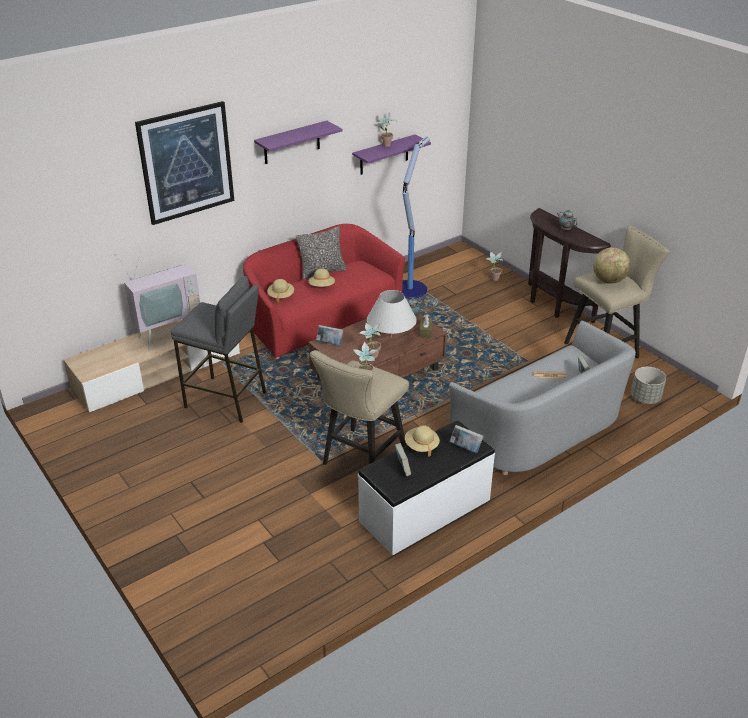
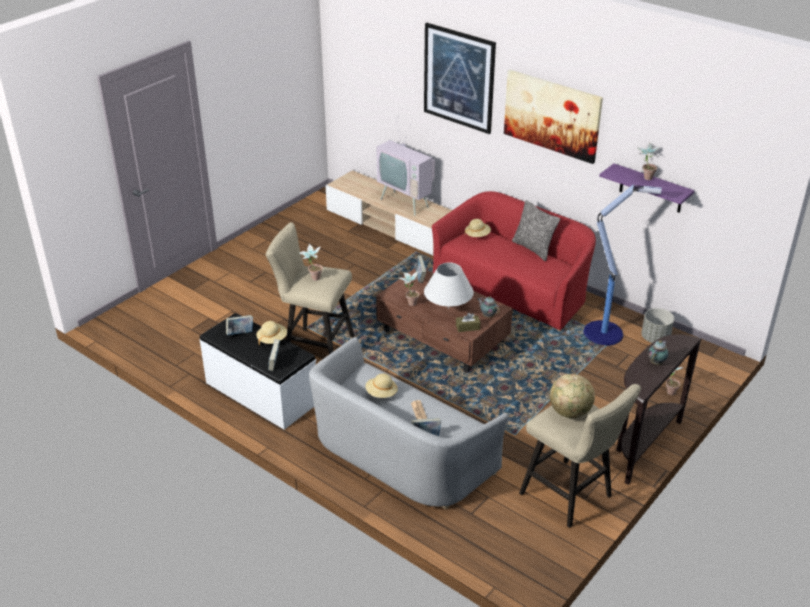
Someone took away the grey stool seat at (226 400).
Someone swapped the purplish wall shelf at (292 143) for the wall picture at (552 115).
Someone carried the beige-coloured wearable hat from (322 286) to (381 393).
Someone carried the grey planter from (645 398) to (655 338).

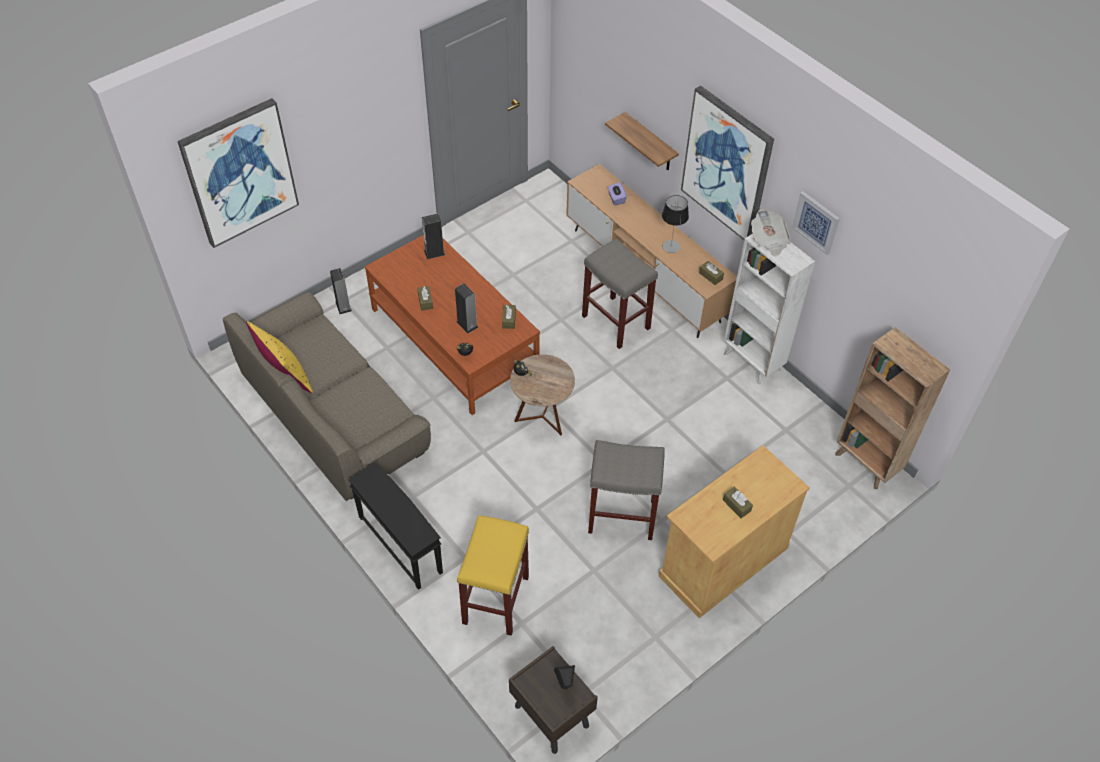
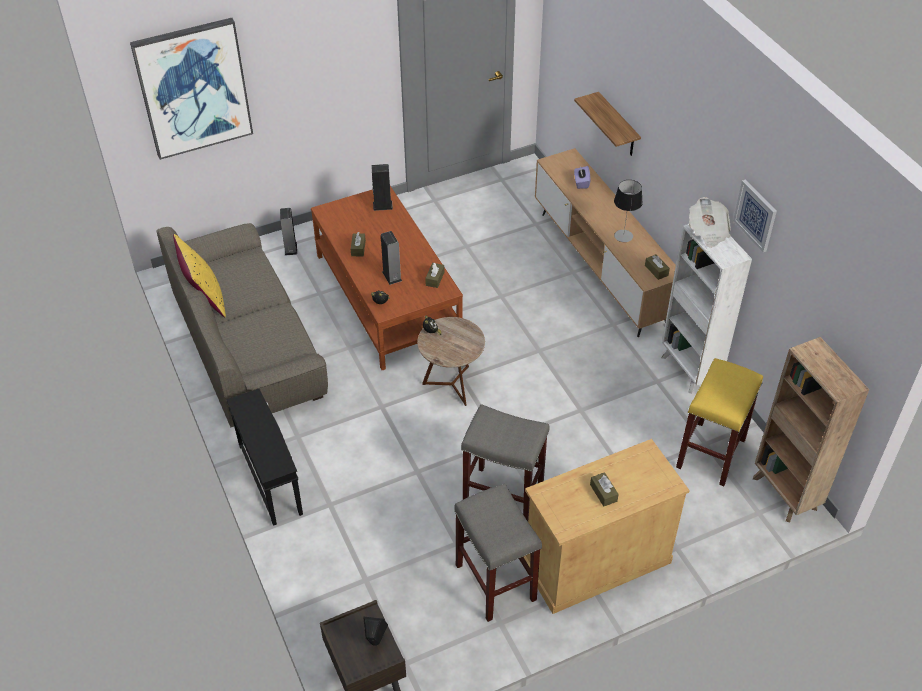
Someone carried the yellow-coloured stool seat from (496 601) to (711 454).
Someone carried the grey stool seat from (617 322) to (496 583).
Someone took away the wall picture at (727 164).

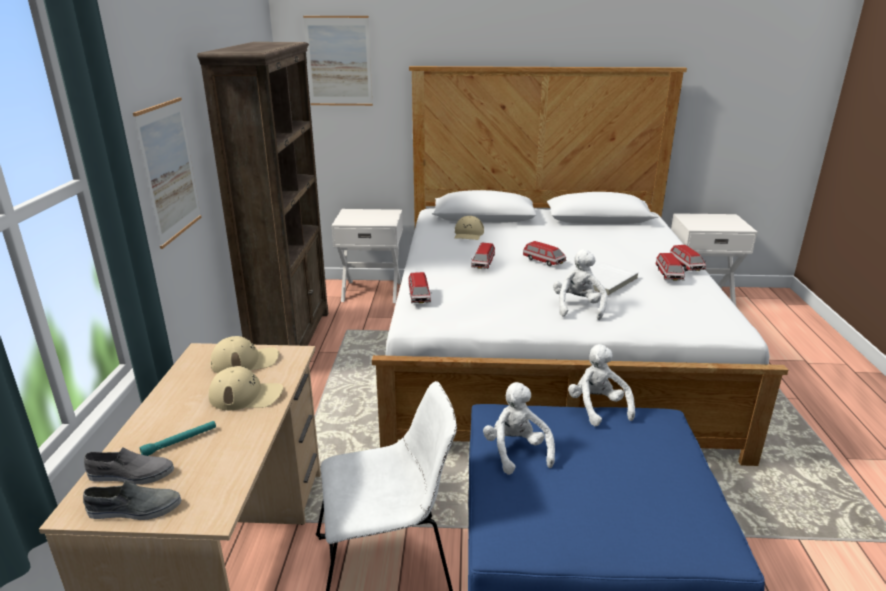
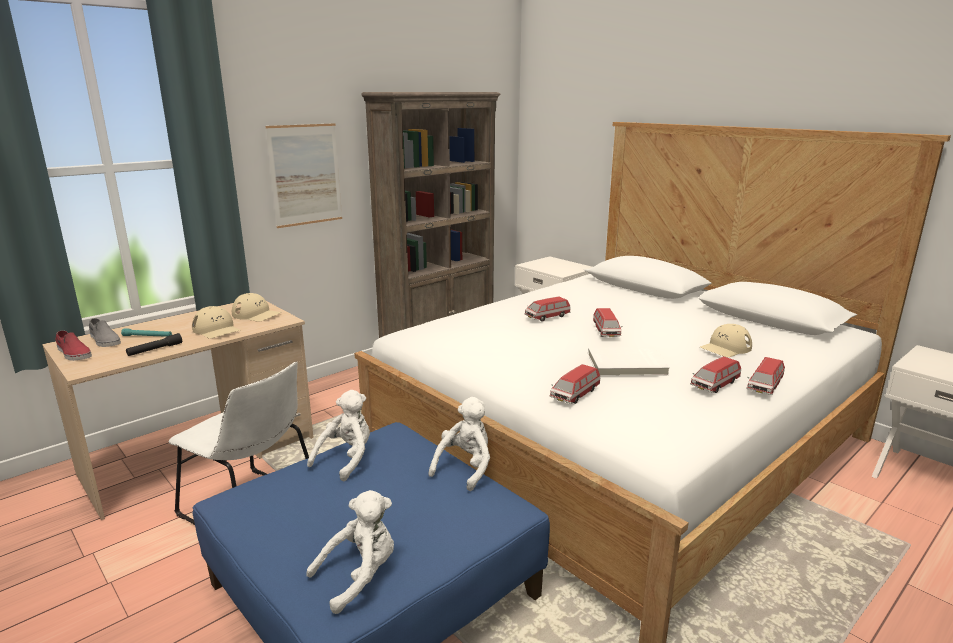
Someone repainted the grey shoe at (134 509), which became the red shoe at (73 353).
Someone took away the wall picture at (338 61).
Someone carried the miniature car from (419 296) to (575 394).
Someone carried the beige-coloured peaked cap from (468 234) to (725 348).
Someone carried the whitish plush toy from (578 307) to (359 576).
Someone put down the blackish hand torch at (155 350).

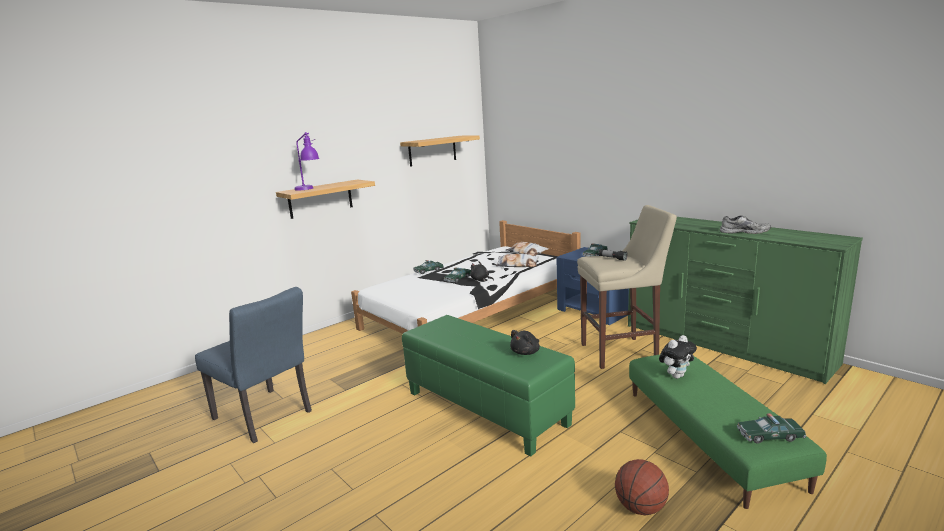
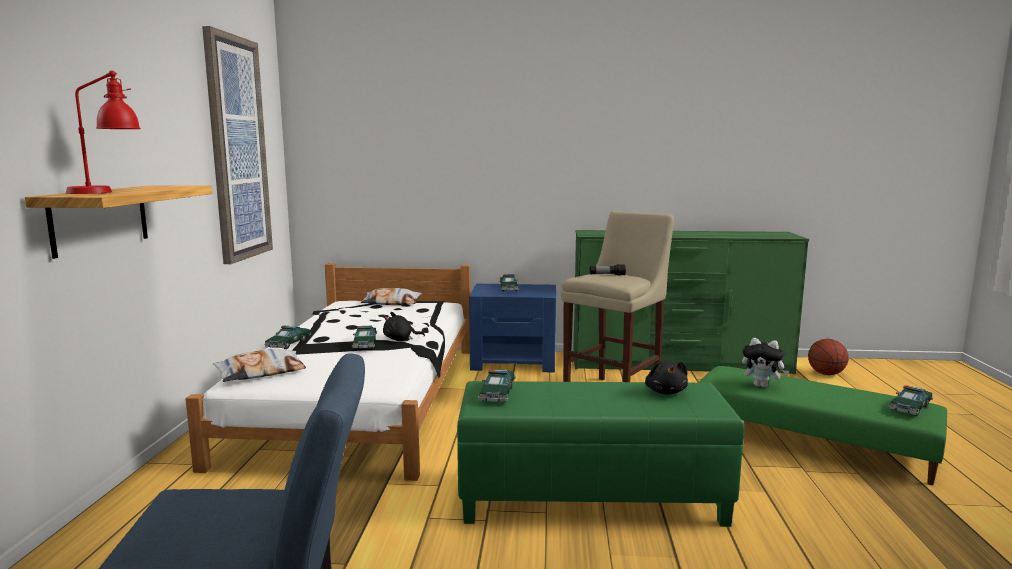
Someone repainted the purplish table lamp at (309 189), which became the red table lamp at (108 192).
Someone swapped the wall shelf at (432 151) for the wall picture at (237 149).
Someone carried the throw pillow from (517 265) to (261 372).
Someone carried the ball for basketball from (640 508) to (826 374).
Someone rotated the plush toy at (676 376) by 105 degrees clockwise.
Someone took away the grey shoe at (744 232).
Someone put down the miniature car at (497 393).

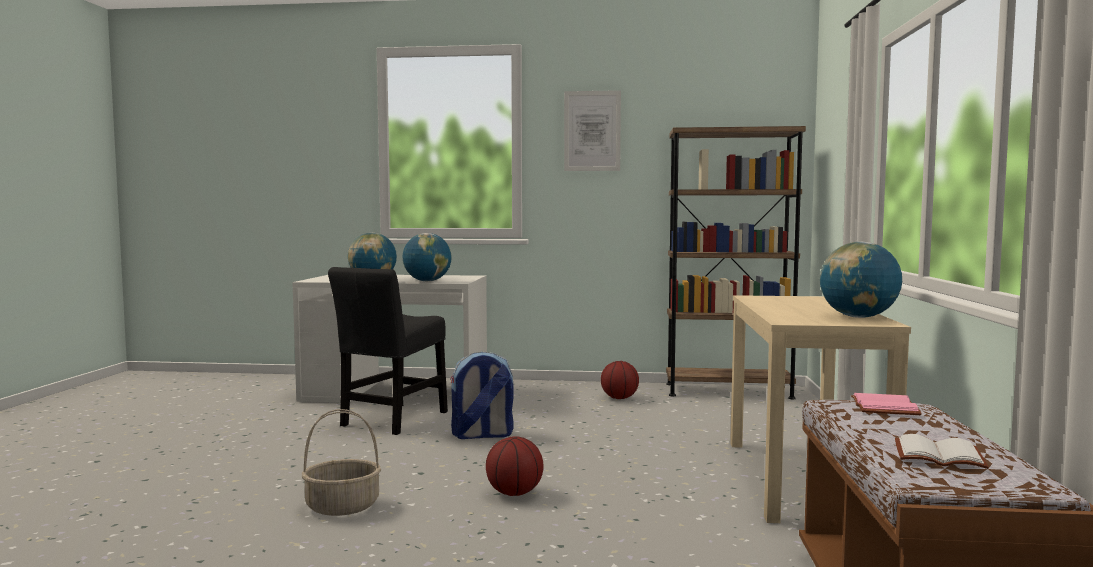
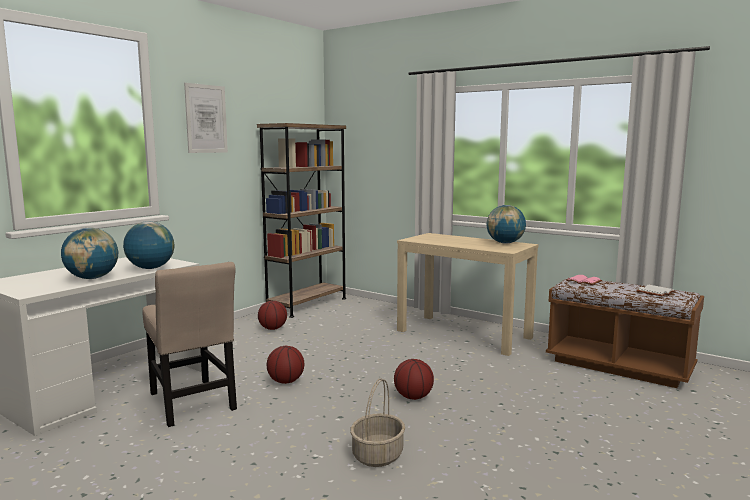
Someone repainted the blackish upright chair at (392 420), which became the beige-coloured upright chair at (192 404).
Someone swapped the rucksack at (482 435) for the ball for basketball at (286 382).

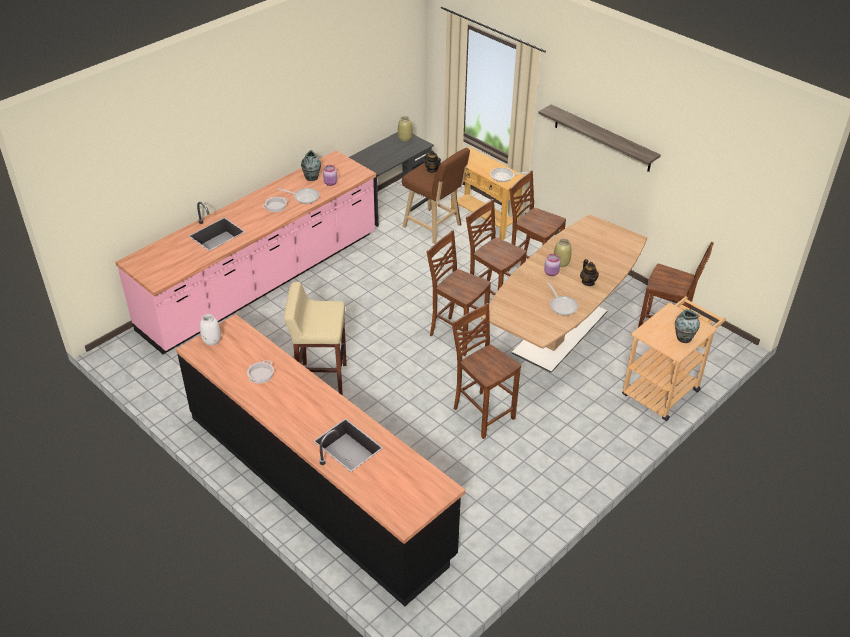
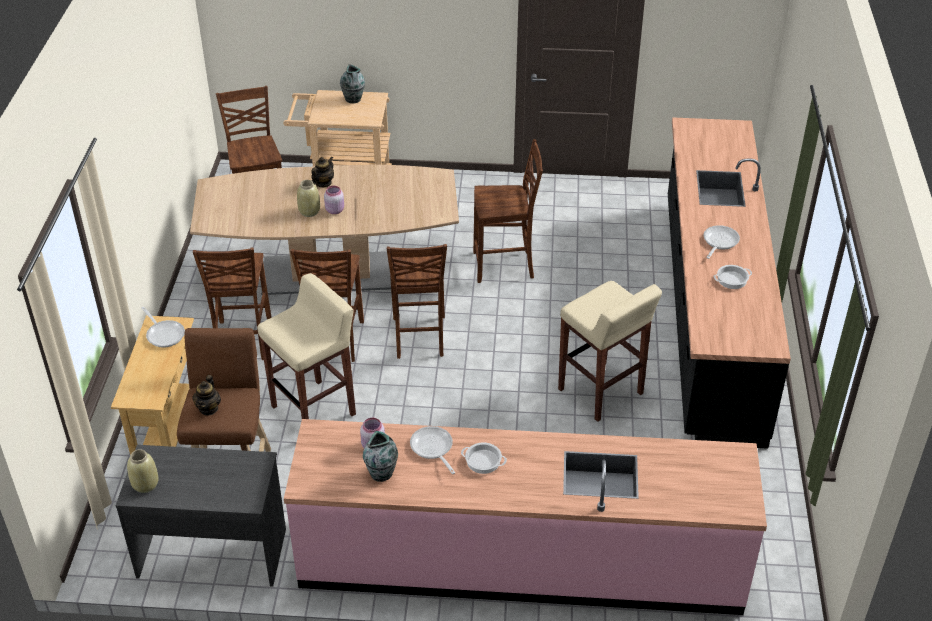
Someone took away the whitish vase at (212 340).
Someone rotated the brown-coloured upright chair at (482 413) by 105 degrees counterclockwise.
Someone took away the wall shelf at (602 138).
Someone carried the frying pan from (562 305) to (719 242).
Someone put down the beige-coloured stool seat at (315 410).

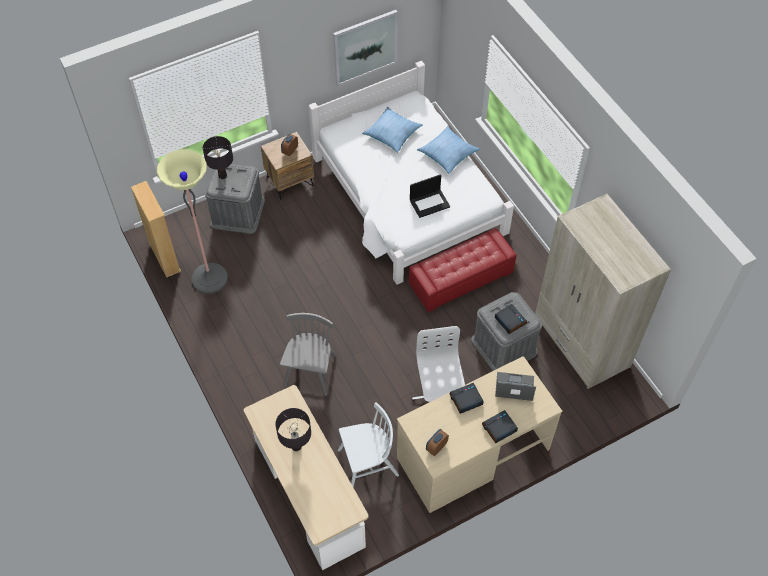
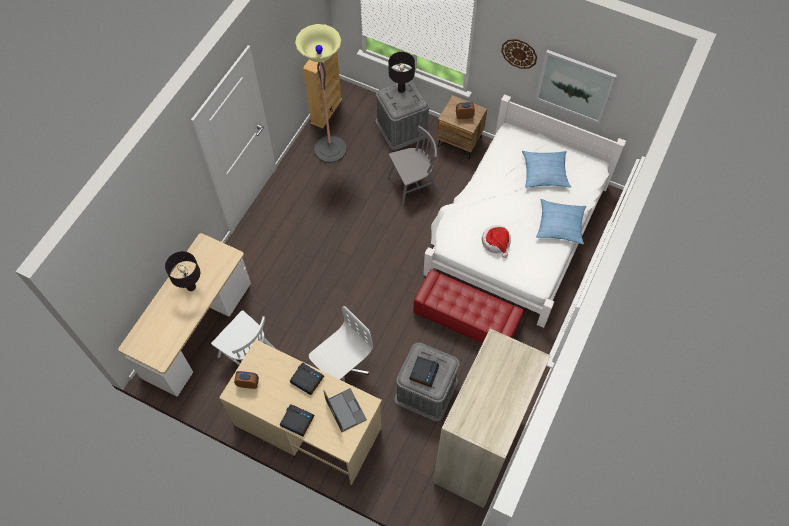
Someone carried the grey upright chair from (310 371) to (413 184).
Someone swapped the laptop at (430 203) for the wearable hat at (496 242).
Someone put up the clock on the wall at (519 53).

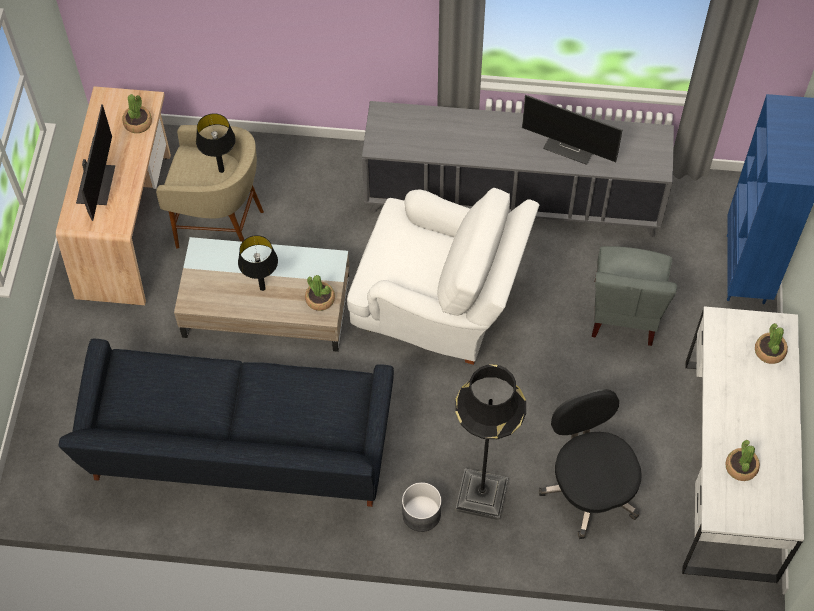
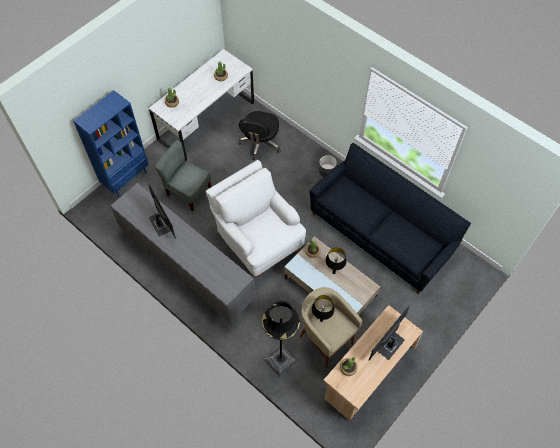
Someone carried the blackish standard lamp from (482 495) to (280 360).
Someone rotated the grey upright chair at (625 313) by 105 degrees counterclockwise.

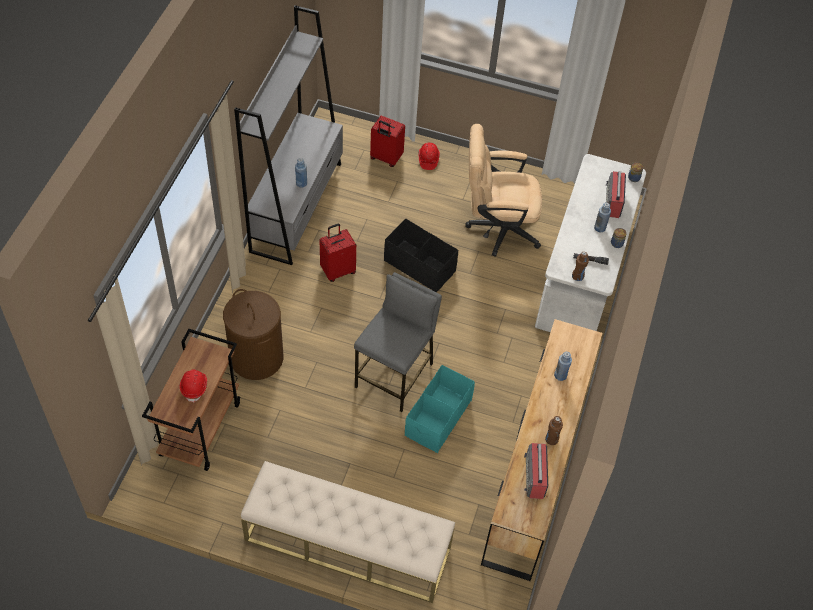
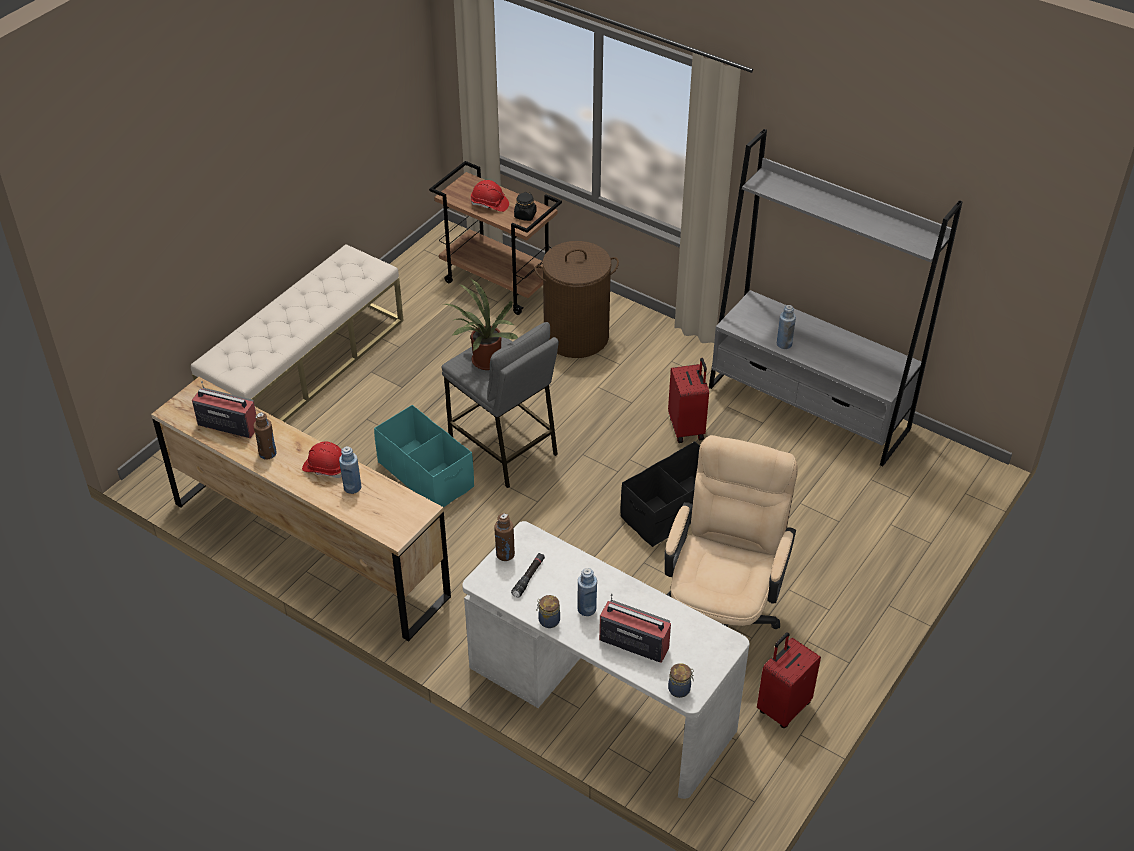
Someone carried the red travel case from (385 158) to (783 707).
Someone carried the red work helmet from (428 159) to (326 468).
Someone put down the houseplant at (484 363).
Someone put down the blackish preserve jar at (525 215).

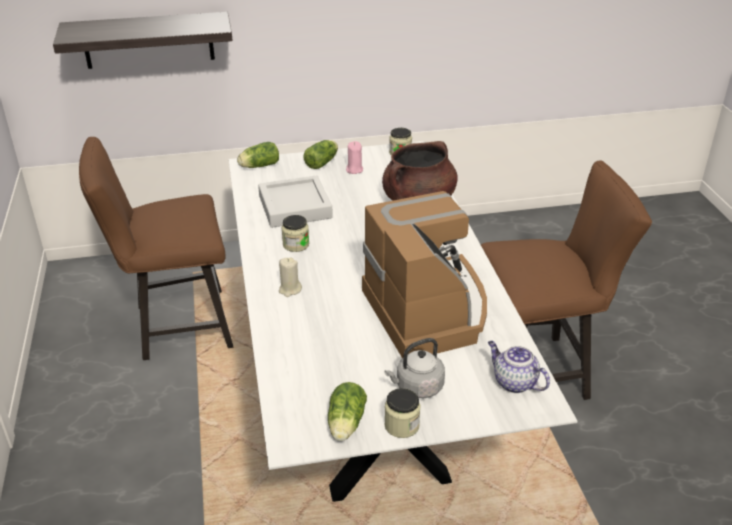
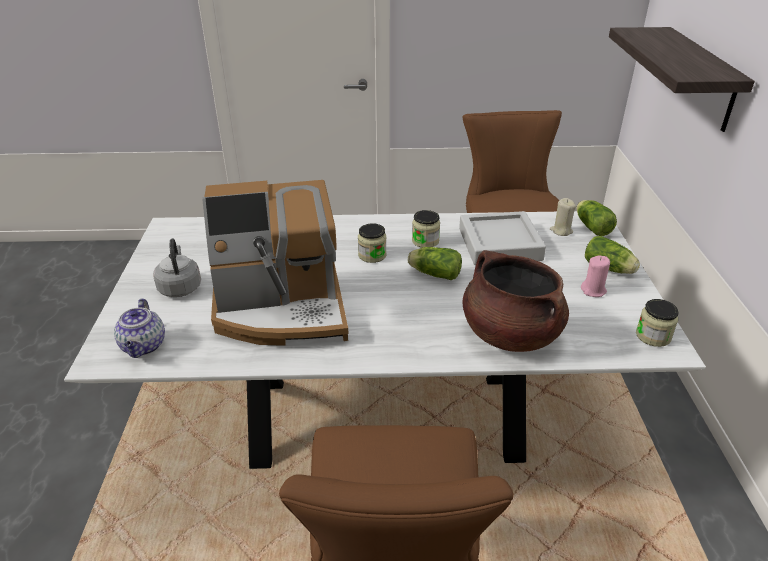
Someone carried the beige-coloured wax candle from (290 290) to (561 231).
Someone carried the head of lettuce from (345 425) to (433 273).
Someone carried the preserve jar from (401 425) to (372 255).
Someone rotated the pot for tea at (513 382) by 120 degrees clockwise.

